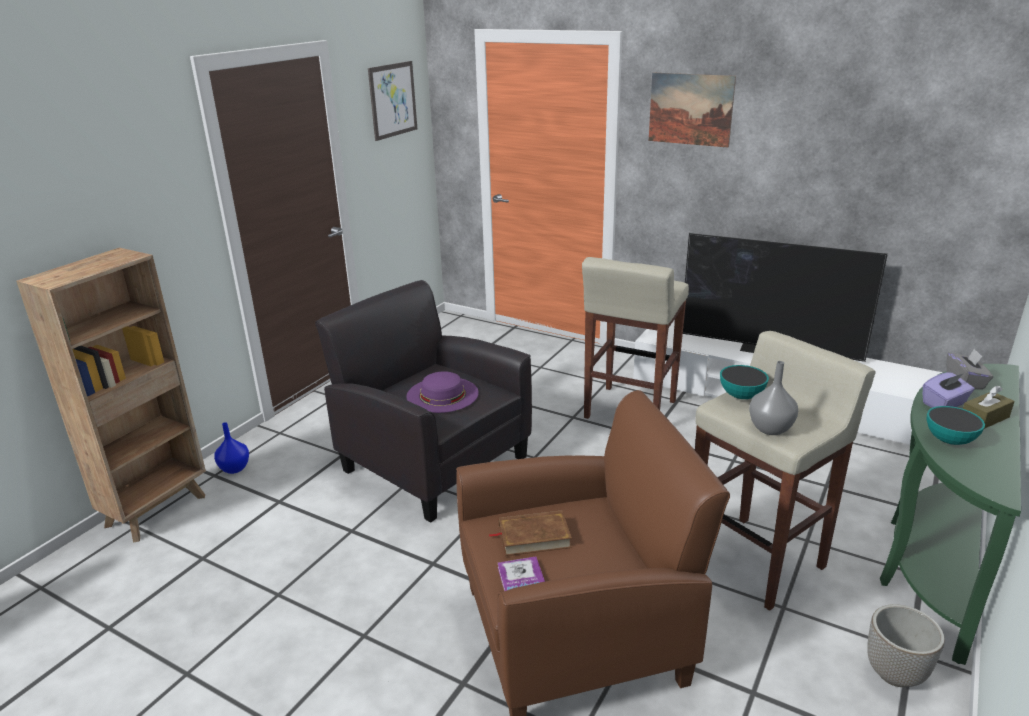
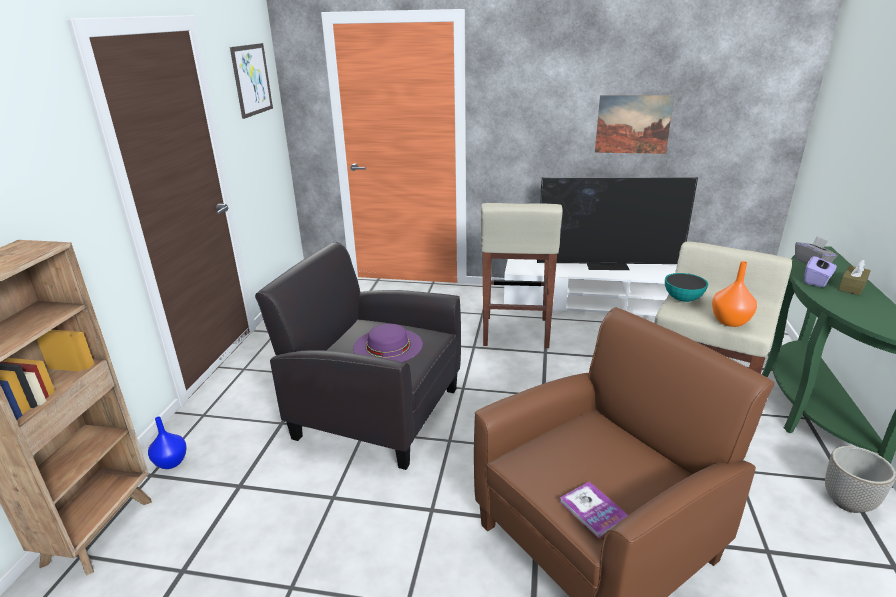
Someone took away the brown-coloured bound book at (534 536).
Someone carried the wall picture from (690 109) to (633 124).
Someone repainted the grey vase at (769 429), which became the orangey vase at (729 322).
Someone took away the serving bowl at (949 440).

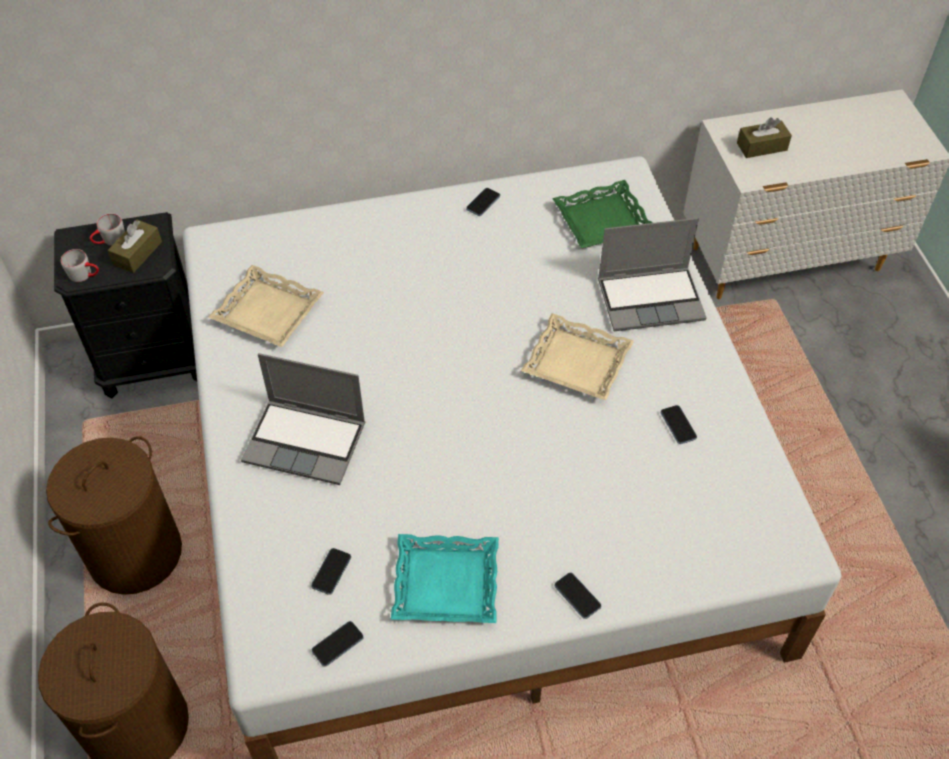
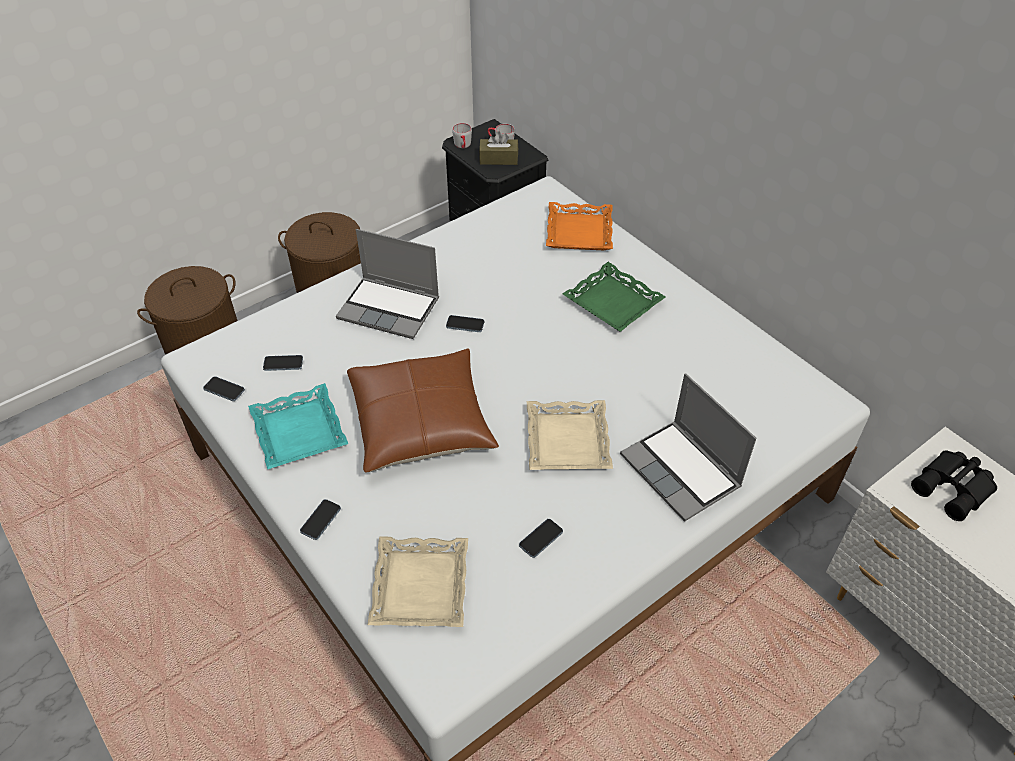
Someone carried the beige-coloured tray from (267 312) to (419 586).
Someone rotated the laptop at (307 442) by 60 degrees counterclockwise.
Someone carried the telephone from (483 203) to (465 325).
Someone carried the green tray from (602 221) to (612 303).
Someone swapped the brown-coloured tissue holder at (762 146) for the blackish pair of binoculars at (954 489).
Someone put down the brown-coloured throw pillow at (421 422).
Someone put down the orangey tray at (580 232).

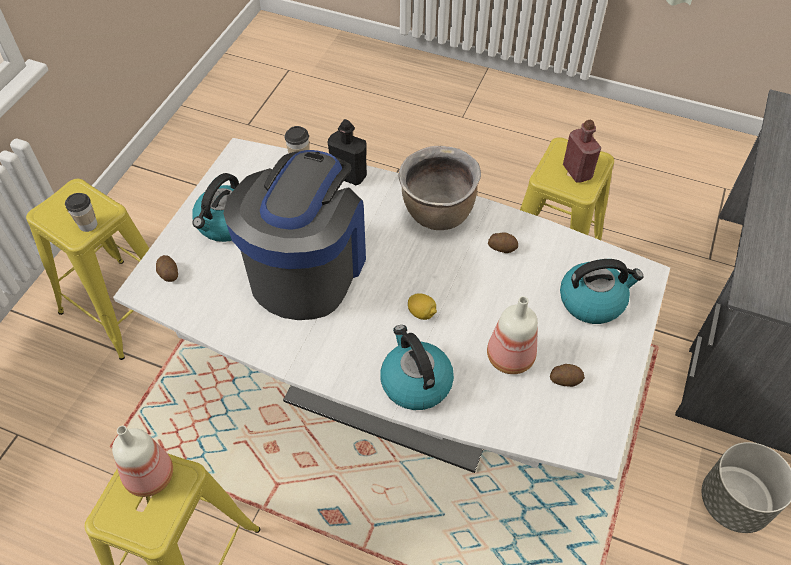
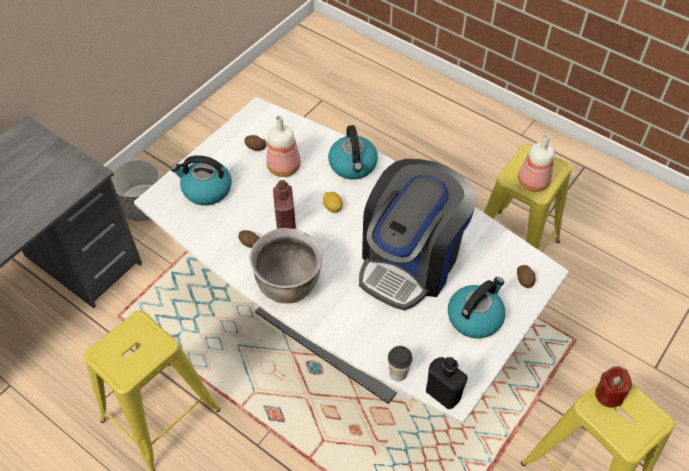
Someone swapped the cup at (88 225) for the red wax candle at (608 395).
Someone carried the blackish beverage bottle from (349 175) to (443 394).
Someone carried the red beverage bottle from (577 172) to (285 222).

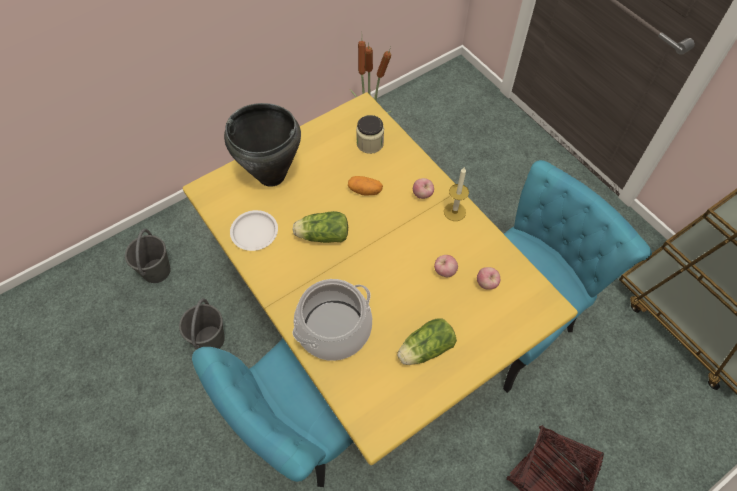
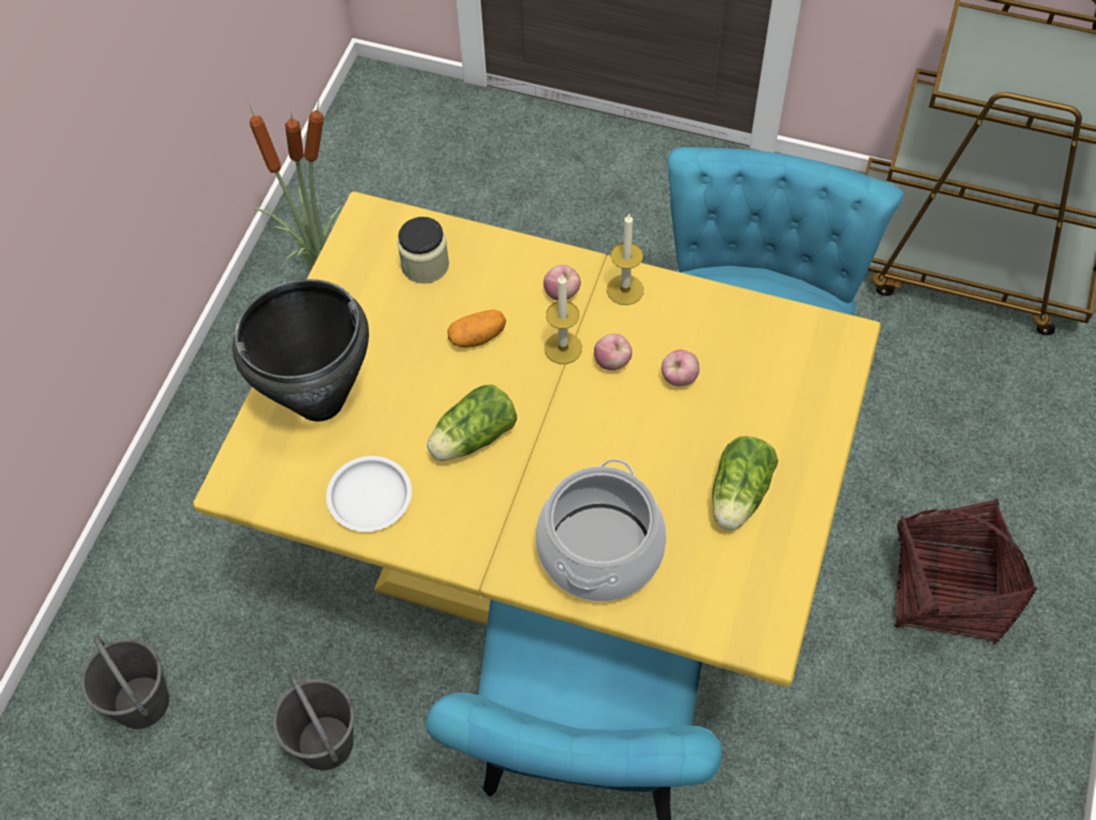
Someone carried the apple fruit from (486 283) to (612 362).
Someone put down the wax candle at (563 348).

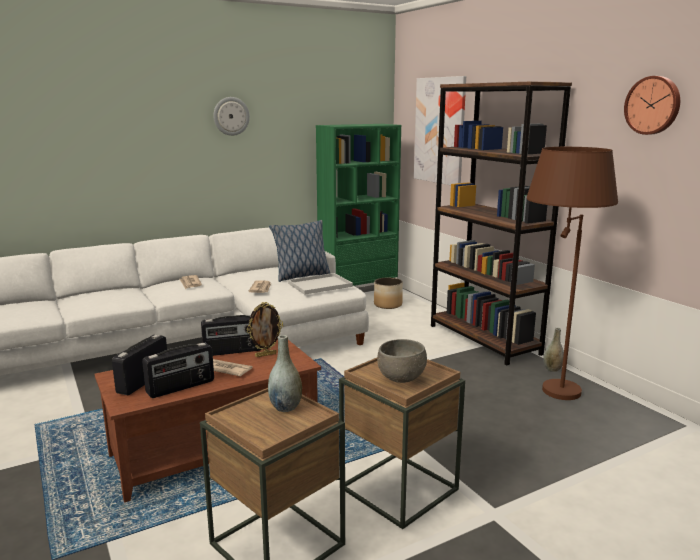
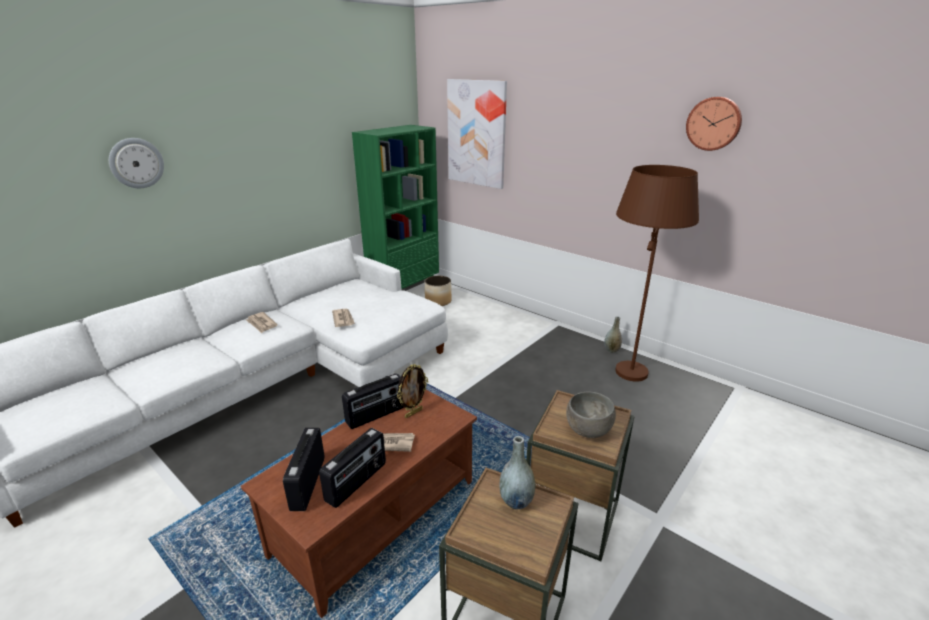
Someone carried the clock on the wall from (231 116) to (136 163).
Someone took away the throw pillow at (301 276).
Someone took away the whitish tray at (321 284).
Someone took away the brown-coloured bookshelf at (484 339).

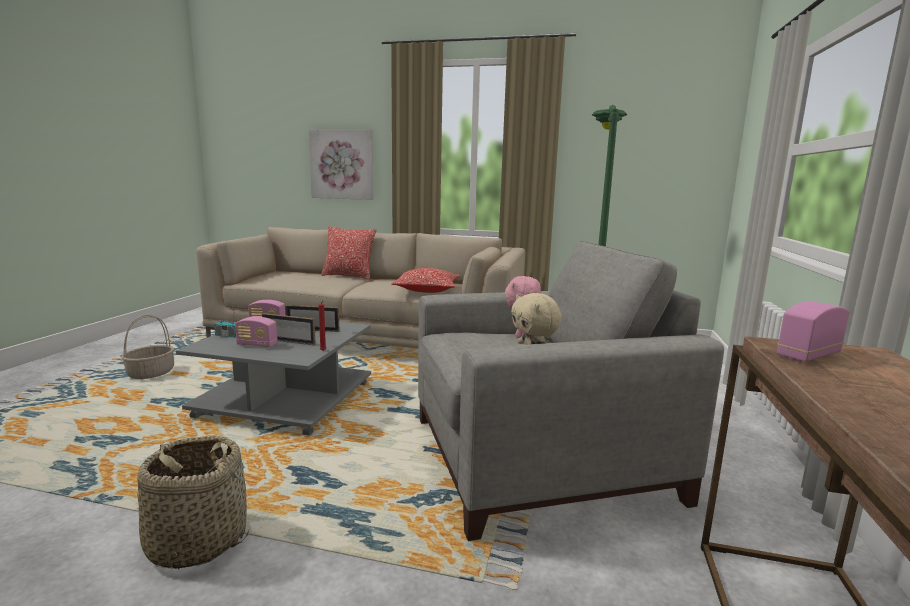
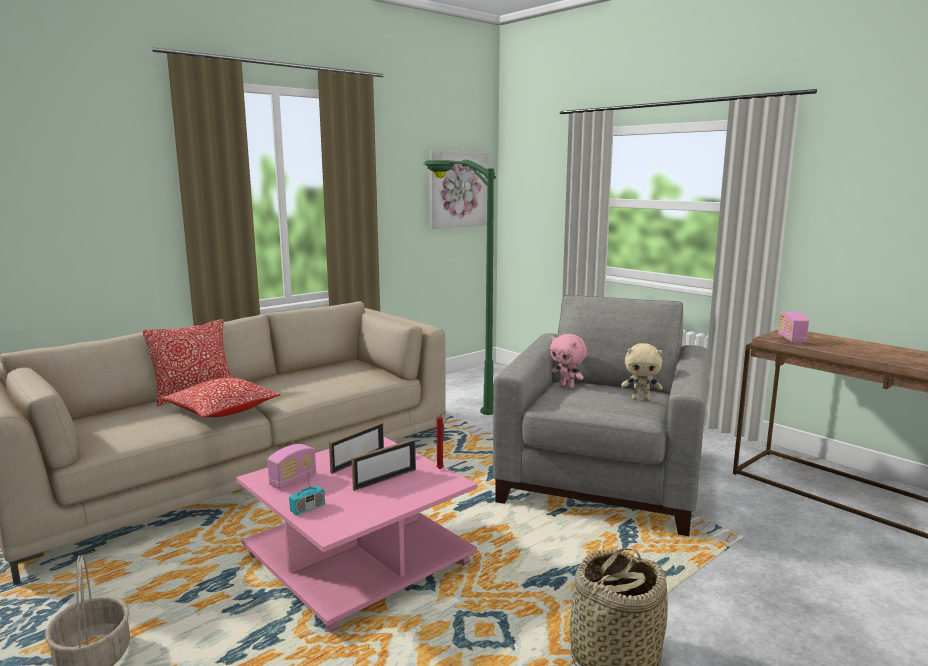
Someone repainted the grey lounge table at (288 399), which became the pink-coloured lounge table at (359 558).
Someone took away the radio at (257 345).
Someone carried the wall picture from (342 164) to (457 189).
Someone carried the throw pillow from (427 290) to (222 410).

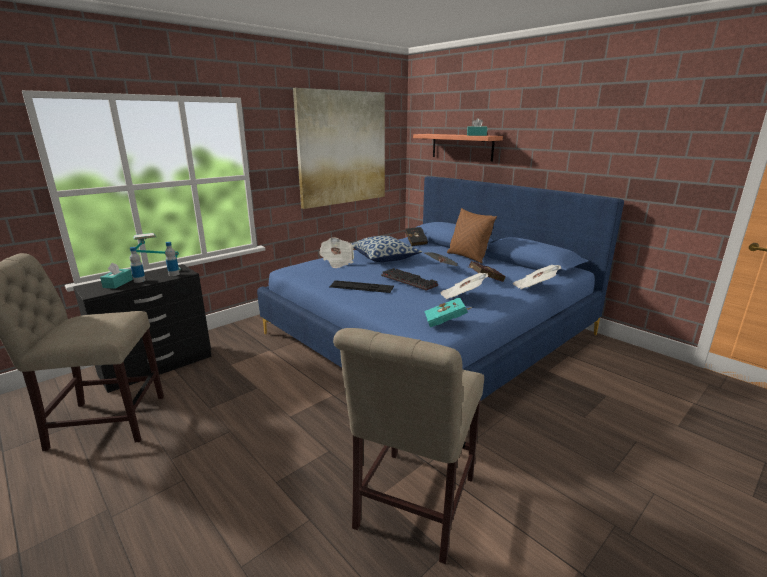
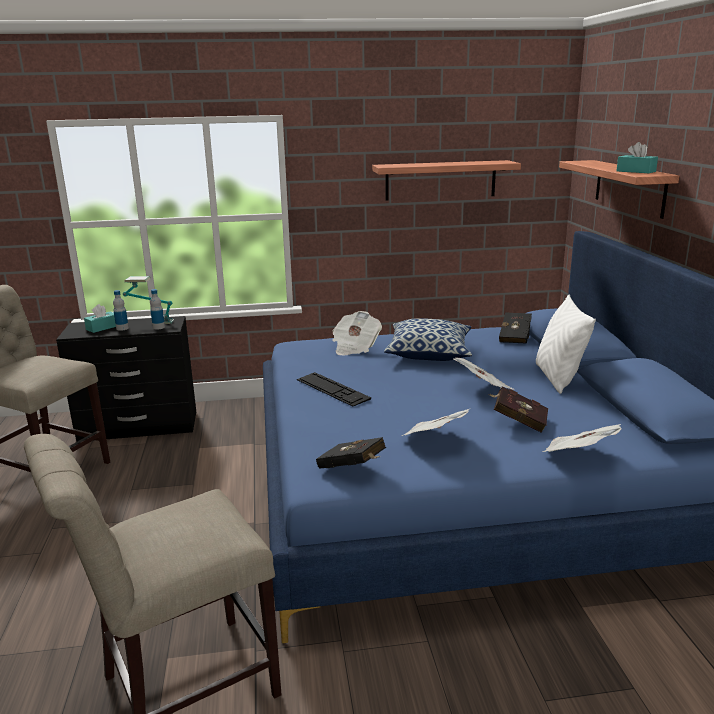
Someone swapped the wall picture at (342 148) for the wall shelf at (440 180).
Someone took away the computer keyboard at (410 280).
Someone repainted the turquoise-coloured bound book at (447 322), which became the blackish bound book at (353 469).
Someone repainted the brown-coloured throw pillow at (468 257), which became the whitish throw pillow at (557 378).

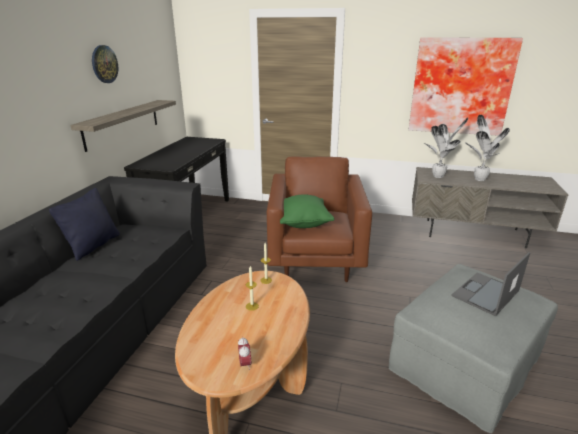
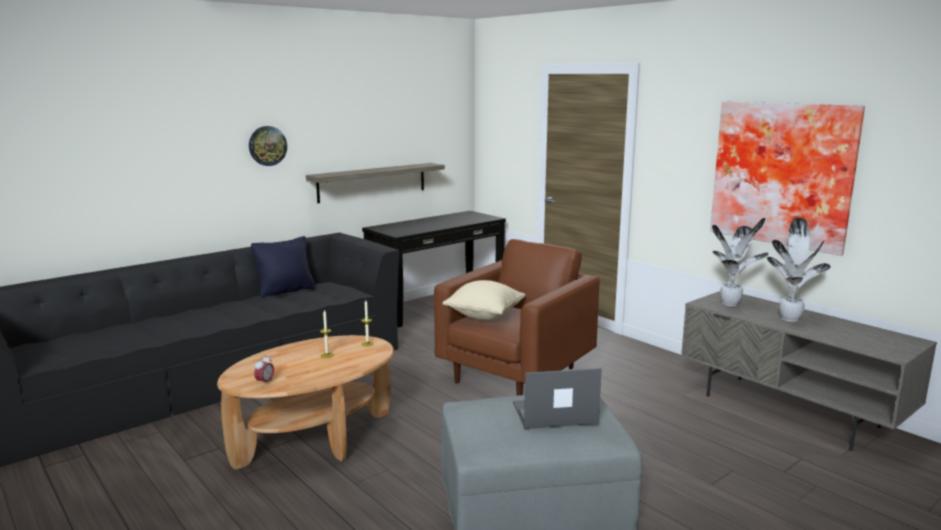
Someone carried the clock on the wall from (104 64) to (267 146).
Someone repainted the green throw pillow at (302 223), which became the beige-coloured throw pillow at (484 316).

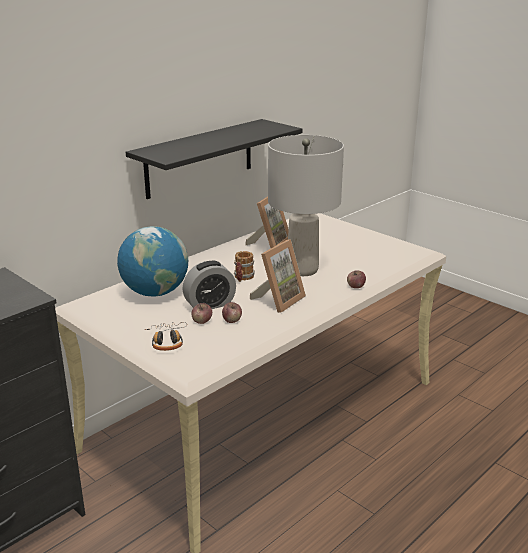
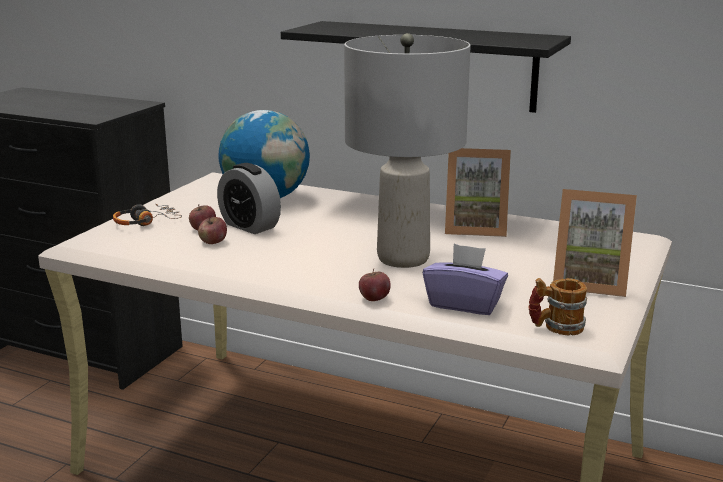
Someone carried the mug from (242 278) to (556 327).
Someone carried the standing frame from (278 300) to (589 283).
Someone put down the purplish tissue holder at (464 304).

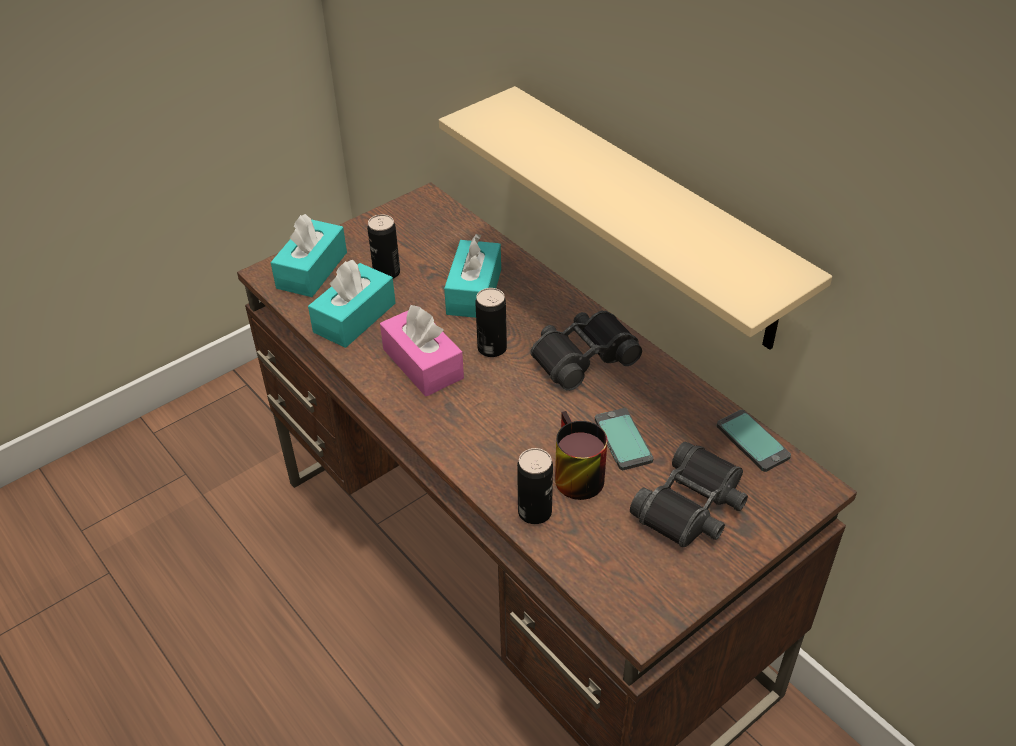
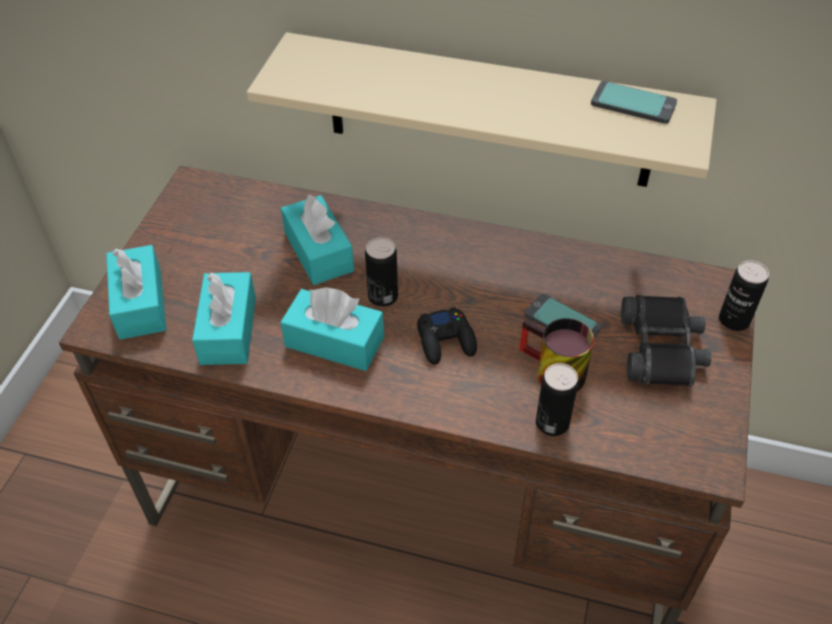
Someone carried the metal can from (386 273) to (734 320).
Someone repainted the pink-coloured tissue holder at (423 364), which became the turquoise-coloured tissue holder at (334 341).
Someone took away the blackish pair of binoculars at (582 356).
Someone carried the telephone from (753 441) to (633 104).
Someone put down the blackish game controller at (446 341).

